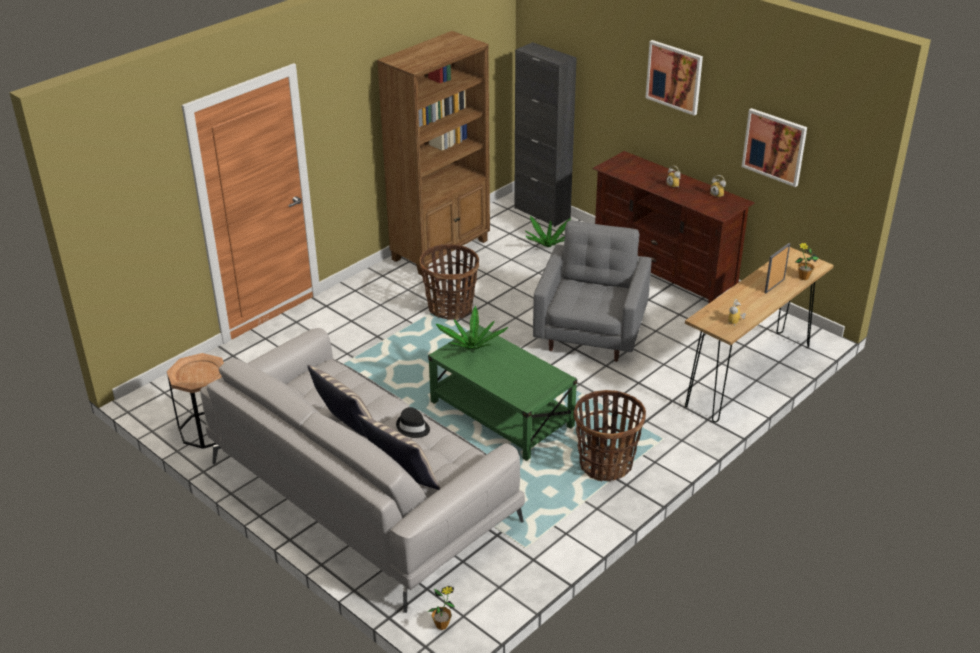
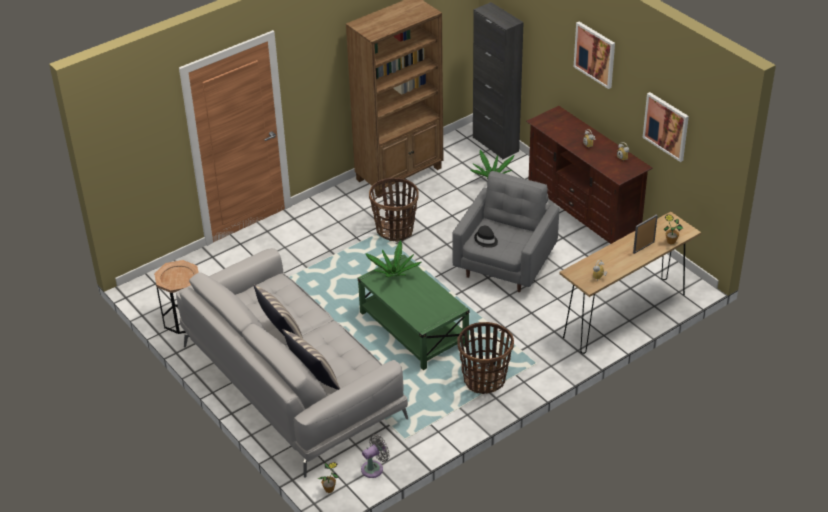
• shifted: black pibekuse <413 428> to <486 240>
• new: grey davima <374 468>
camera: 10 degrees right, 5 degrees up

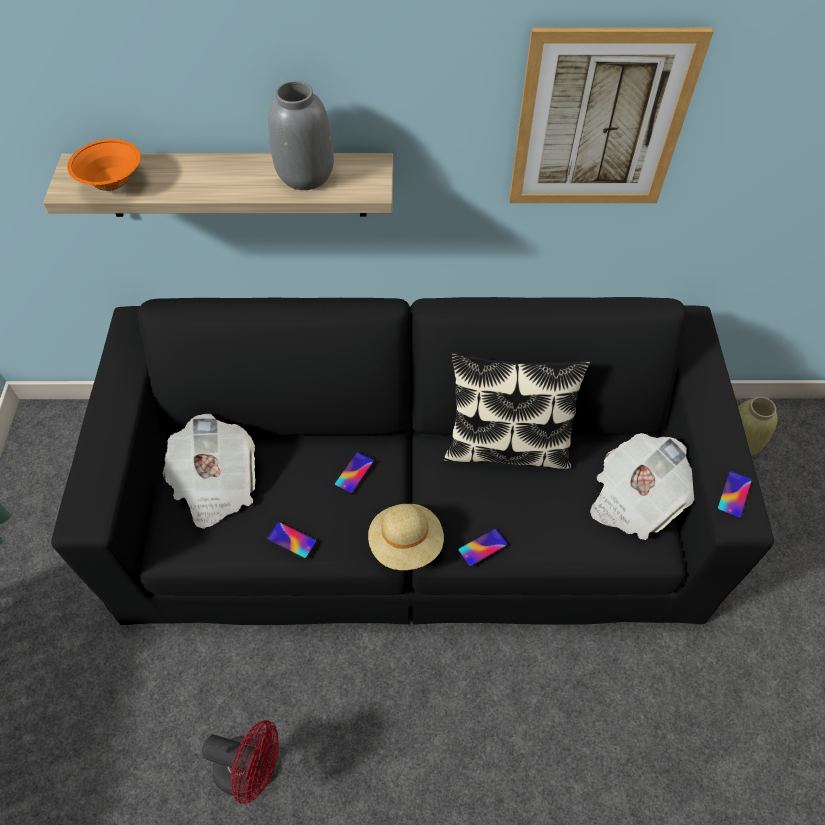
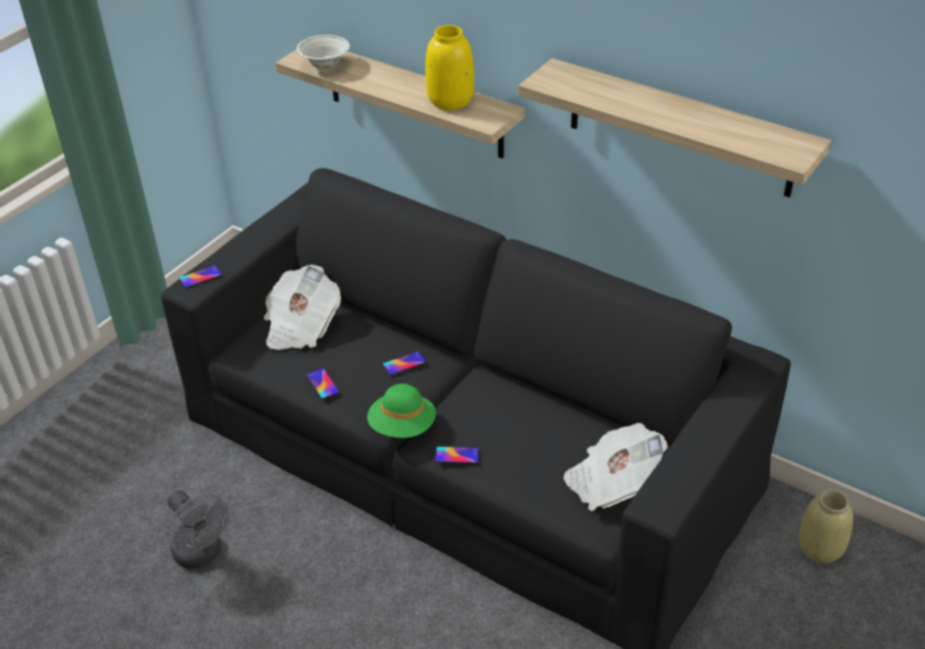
• repainted: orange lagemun <112 183> to white lagemun <325 65>
• repainted: red davima <251 769> to grey davima <201 555>
• repainted: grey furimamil <306 175> to yellow furimamil <450 101>
• repainted: beige pibekuse <406 544> to green pibekuse <402 427>
• gone: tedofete <507 446>
• swapped: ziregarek <600 122> to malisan <680 128>
• shifted: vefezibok <734 494> to <200 277>
camera: 35 degrees right, 15 degrees down

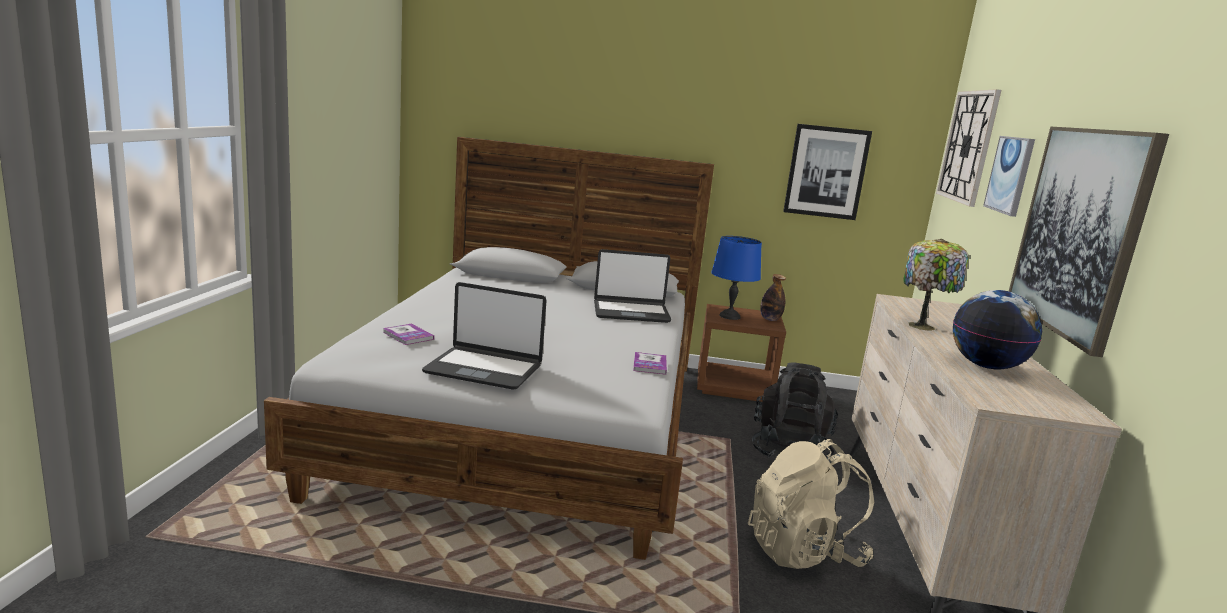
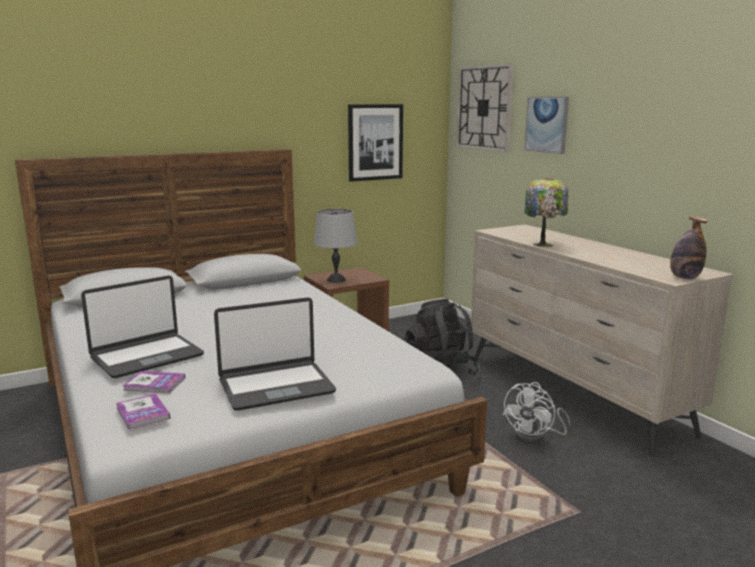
• shifted: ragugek <631 312> to <146 356>
• shifted: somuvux <649 365> to <142 413>
• repainted: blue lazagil <730 316> to grey lazagil <336 280>
• swapped: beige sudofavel <804 552> to white davima <535 436>
• shifted: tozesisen <770 319> to <684 277>
• gone: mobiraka <987 366>
• gone: ziregarek <1079 231>
camera: 35 degrees left, 0 degrees up

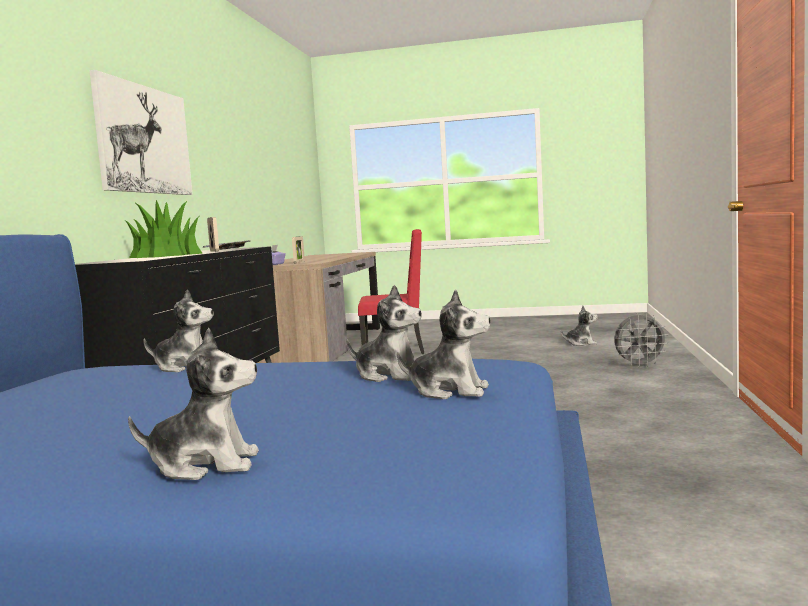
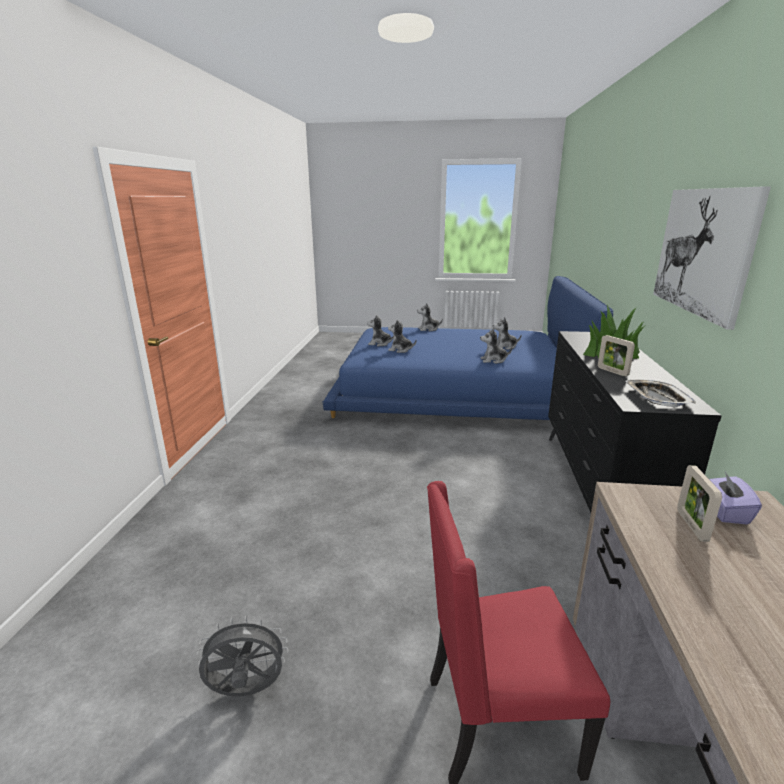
• shifted: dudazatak <580 343> to <504 347>
• shifted: grey davima <640 365> to <246 692>
camera: 175 degrees right, 15 degrees up

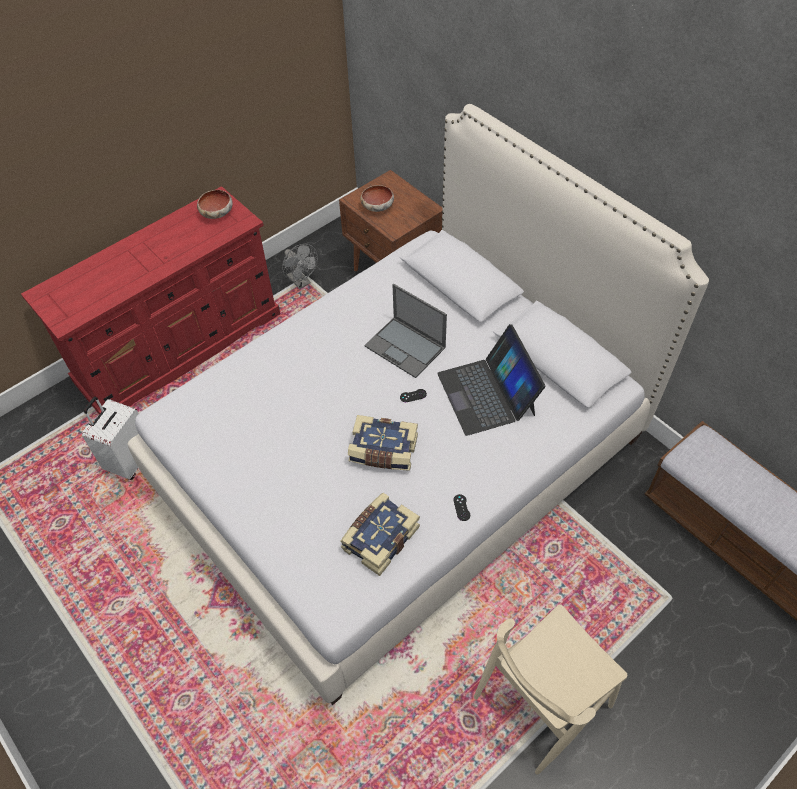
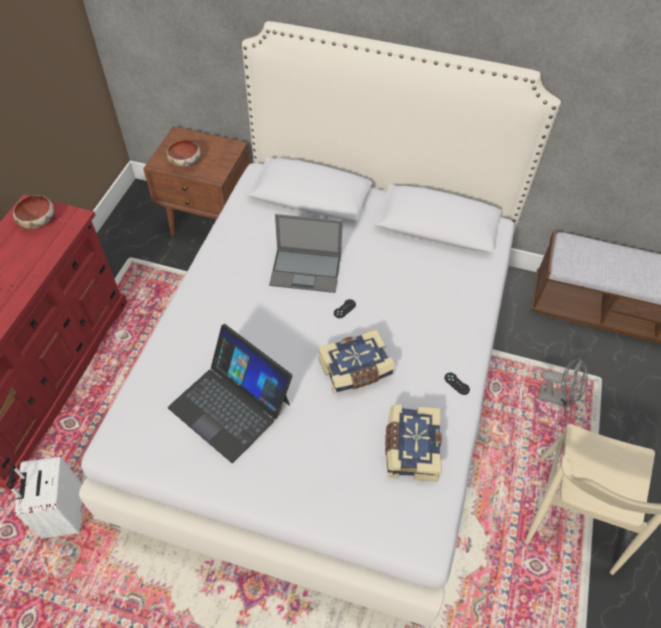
• shifted: grey davima <301 282> to <556 397>
• shifted: ragugek <487 393> to <231 405>
camera: 35 degrees left, 0 degrees up

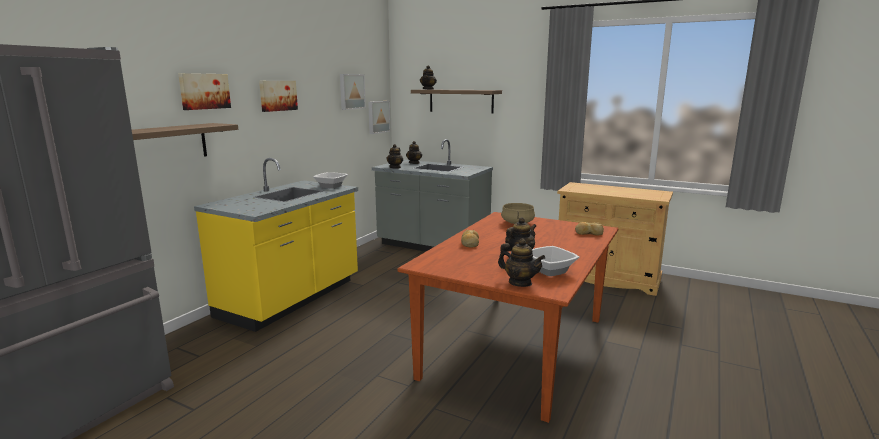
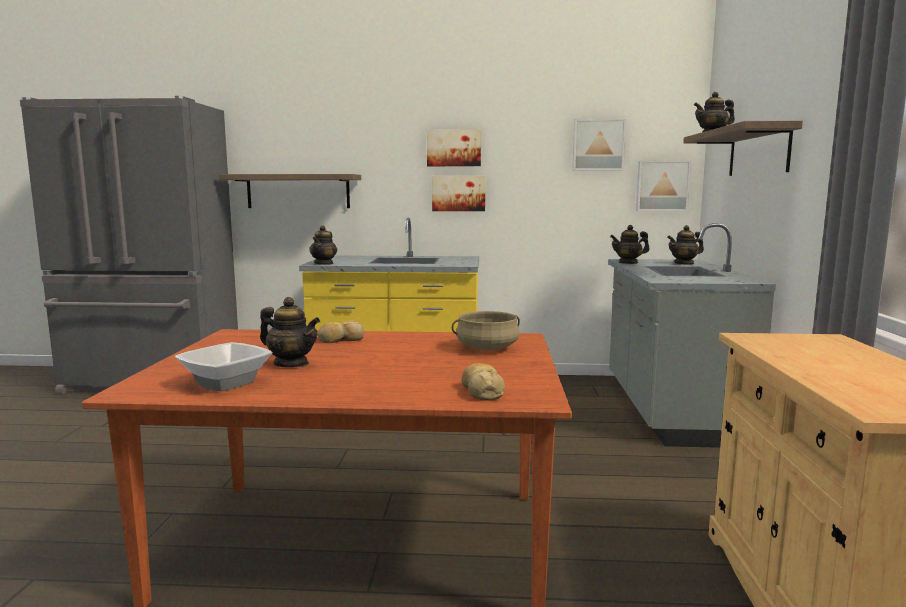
• shifted: ziregarek <204 91> to <458 193>
• gone: lagemun <331 186>
• shifted: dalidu <520 283> to <324 263>
camera: 65 degrees right, 5 degrees down

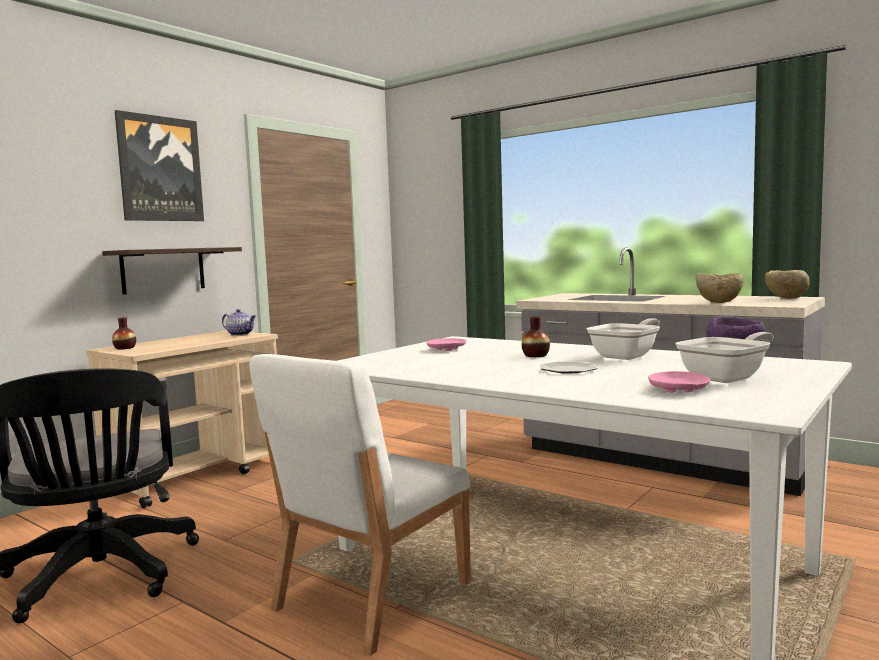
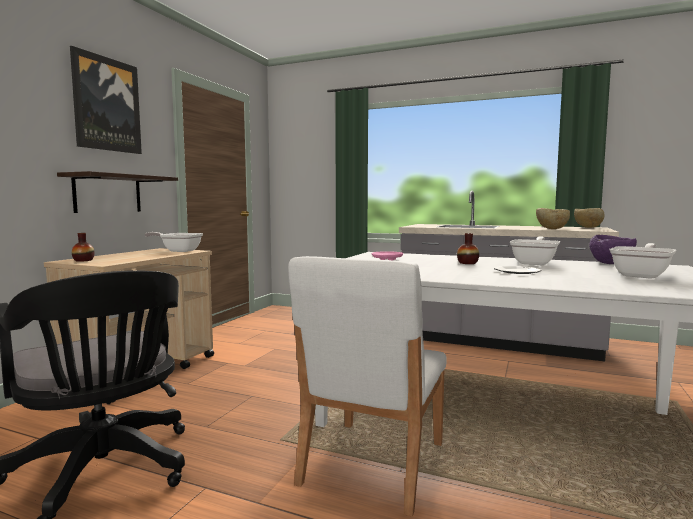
• swapped: dalidu <240 334> to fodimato <178 251>
• gone: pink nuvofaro <678 390>
camera: 15 degrees left, 0 degrees up

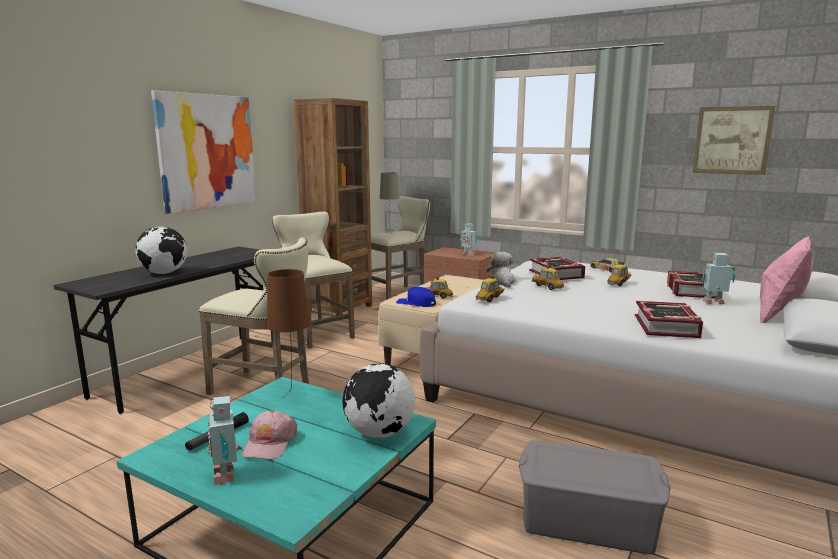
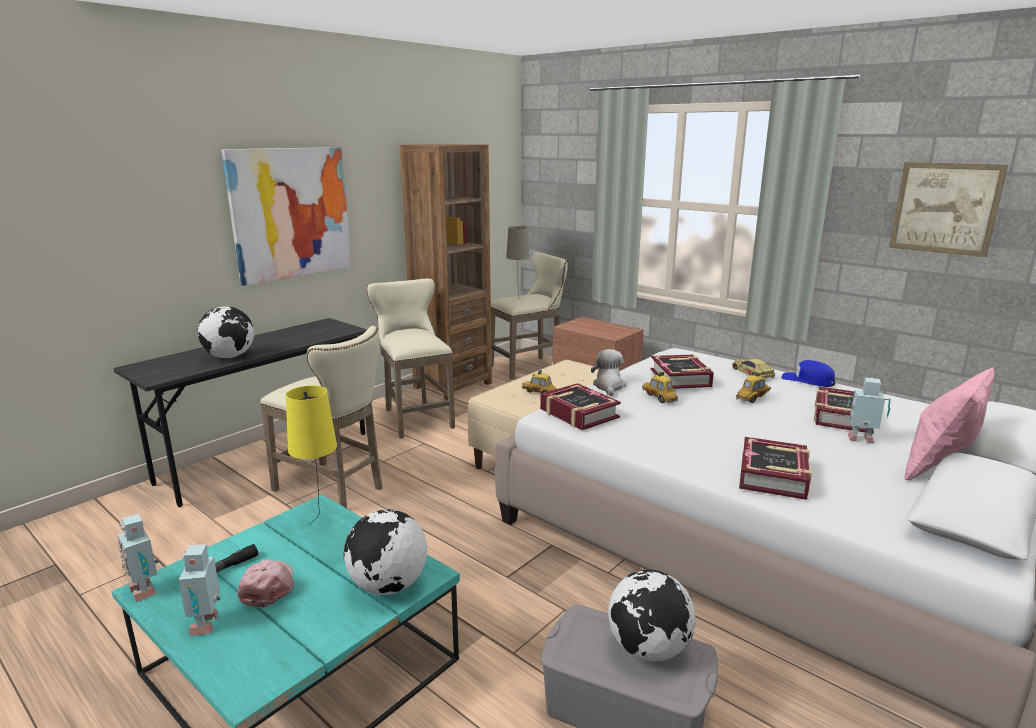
• rotated: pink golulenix <269 443> = <268 586> 150 degrees clockwise
• repainted: brown lazagil <293 395> to yellow lazagil <321 521>
• shifted: blue golulenix <416 303> to <808 380>
• shifted: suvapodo <468 254> to <145 590>
• swapped: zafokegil <490 299> to somuvux <578 413>
• new: mobiraka <648 649>
camera: 10 degrees right, 5 degrees up

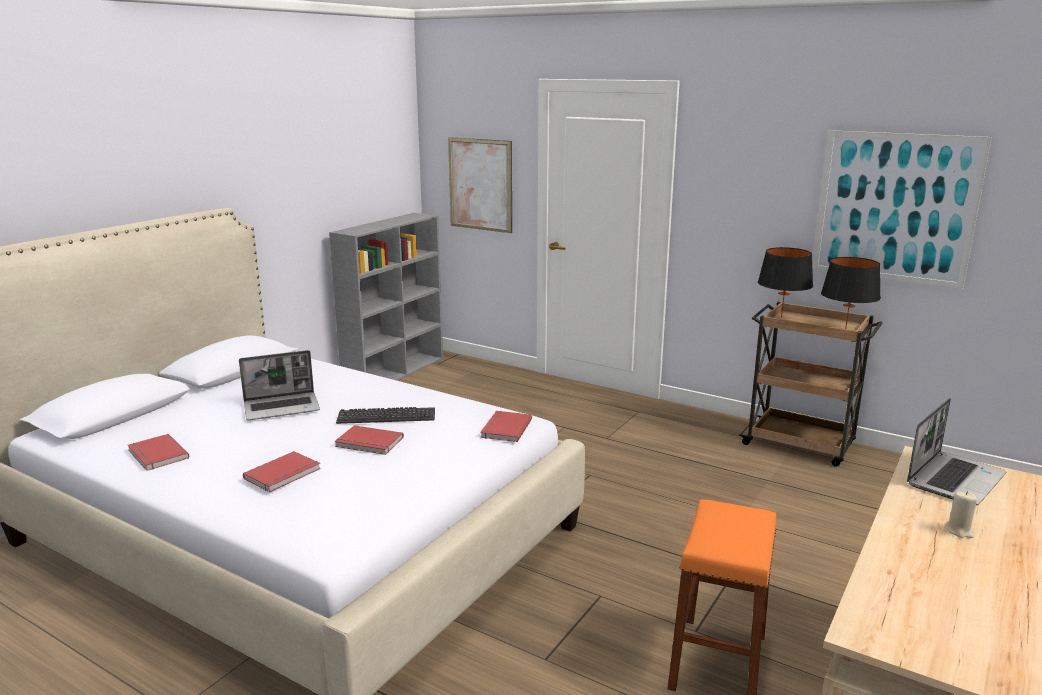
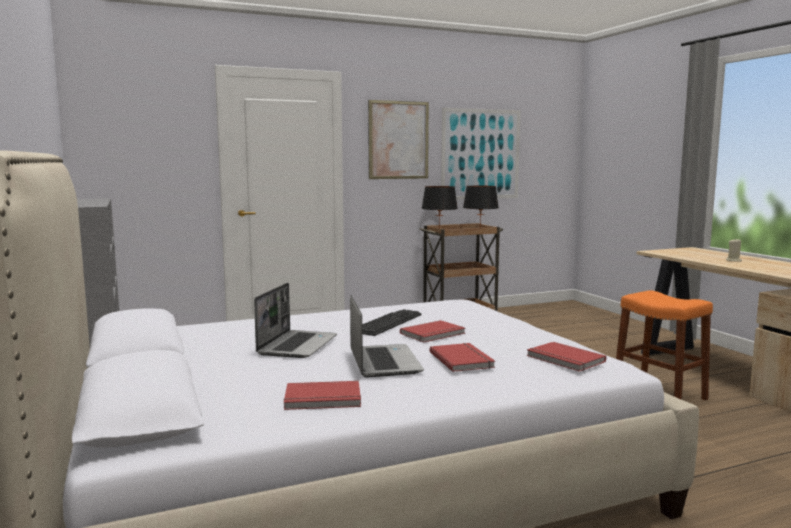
• shifted: ziregarek <480 185> to <398 140>
• shifted: red somuvux <504 428> to <564 359>
• shifted: ragugek <954 479> to <383 362>
camera: 55 degrees left, 10 degrees down

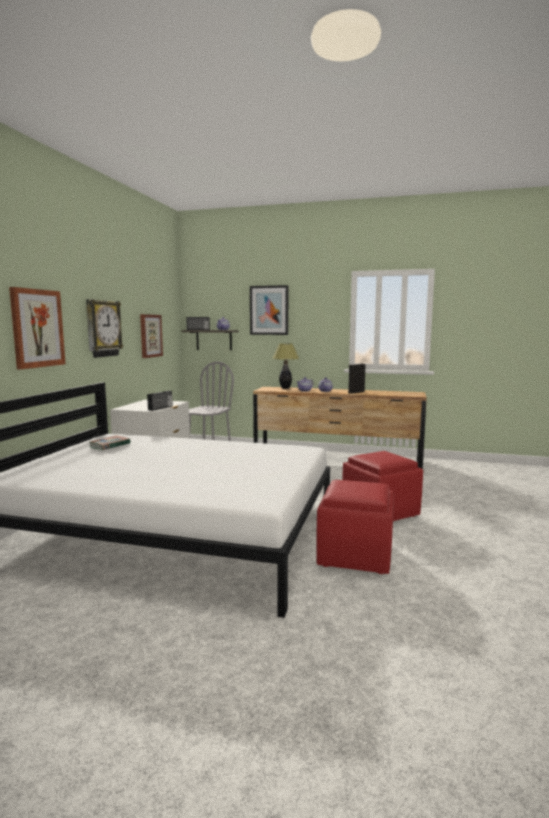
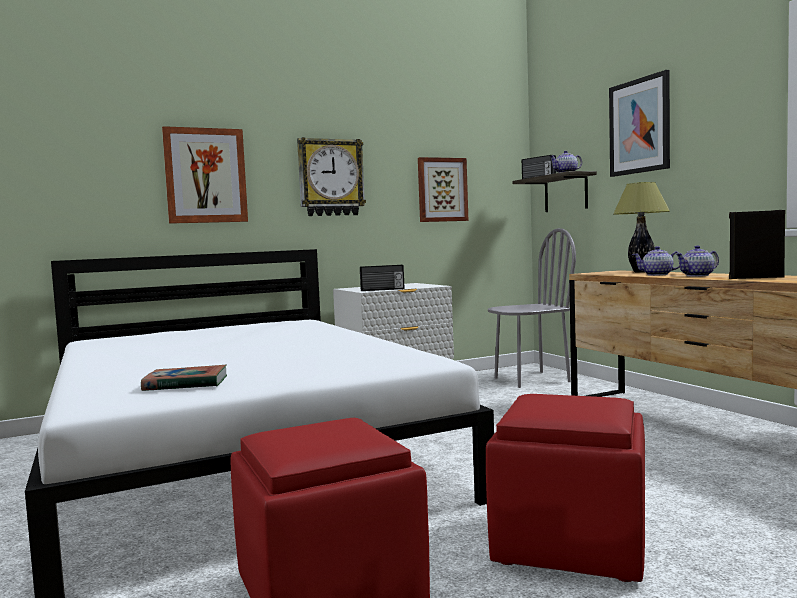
• shifted: somuvux <110 445> to <186 384>
camera: 50 degrees right, 5 degrees down

